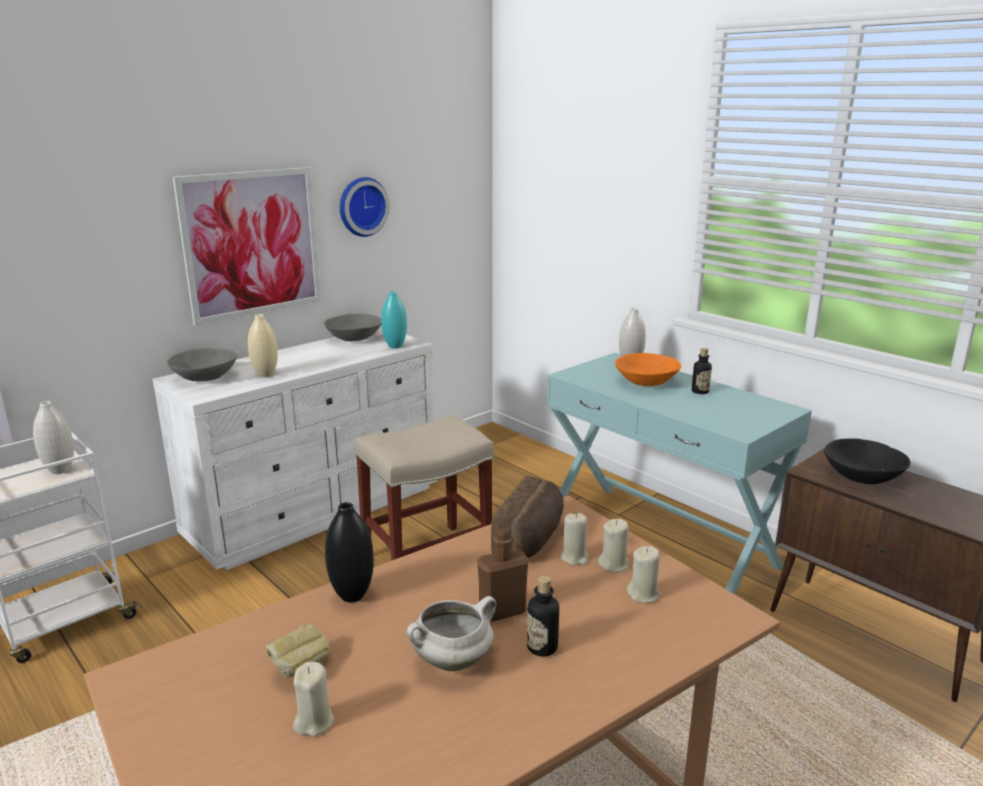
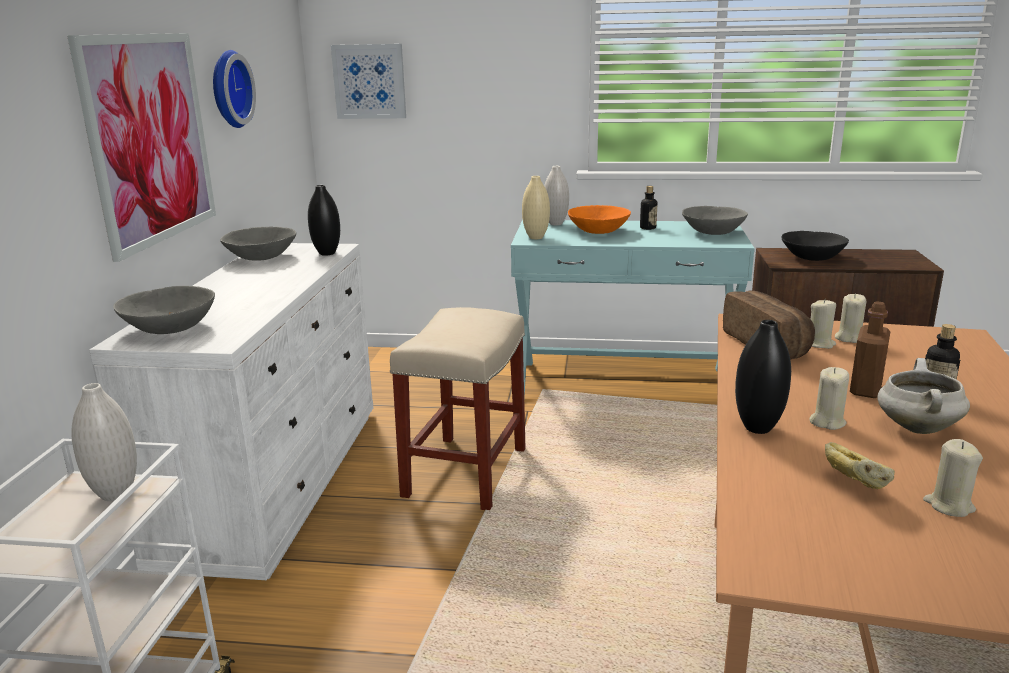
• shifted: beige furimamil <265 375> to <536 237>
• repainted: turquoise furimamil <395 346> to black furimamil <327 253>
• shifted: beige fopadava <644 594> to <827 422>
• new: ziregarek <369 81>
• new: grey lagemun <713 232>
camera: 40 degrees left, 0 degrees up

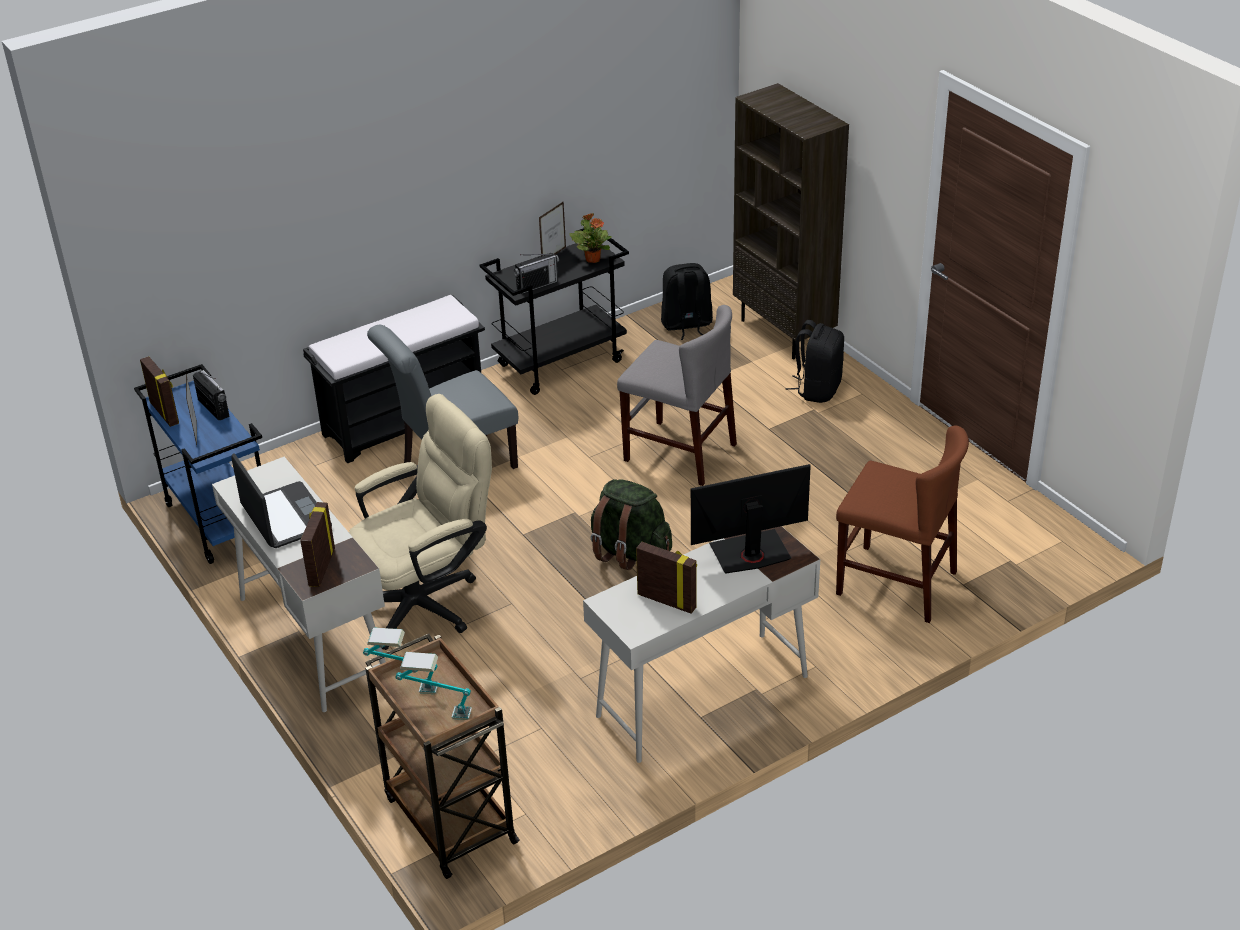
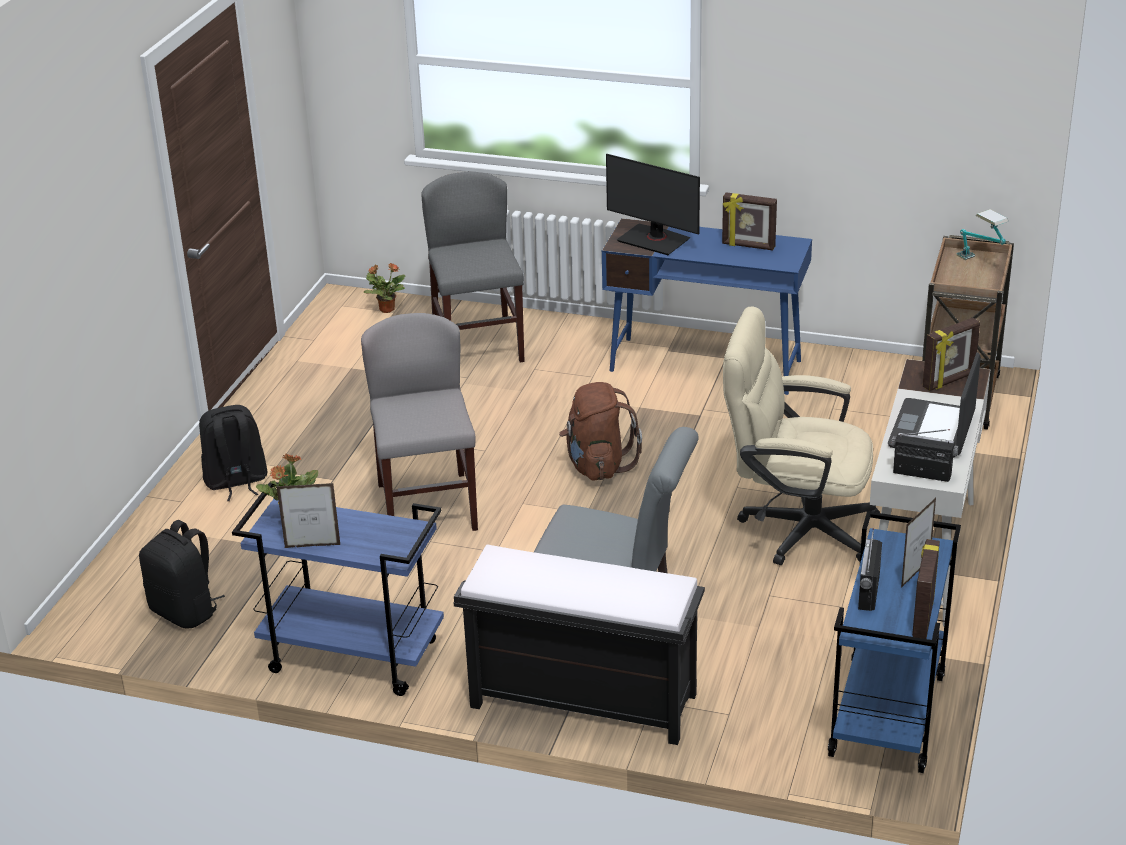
• gone: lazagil <403 686>
• repainted: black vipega <561 362> to blue vipega <351 657>
• shifted: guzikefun <537 285> to <921 474>
• repainted: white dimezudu <701 696> to blue dimezudu <706 365>
• repainted: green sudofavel <629 551> to brown sudofavel <597 466>
• rotated: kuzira <667 600> = <748 246> 60 degrees counterclockwise
• gone: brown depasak <785 333>
• repainted: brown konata <896 583> to grey konata <478 345>
• new: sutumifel <386 309>
camera: 130 degrees left, 5 degrees down

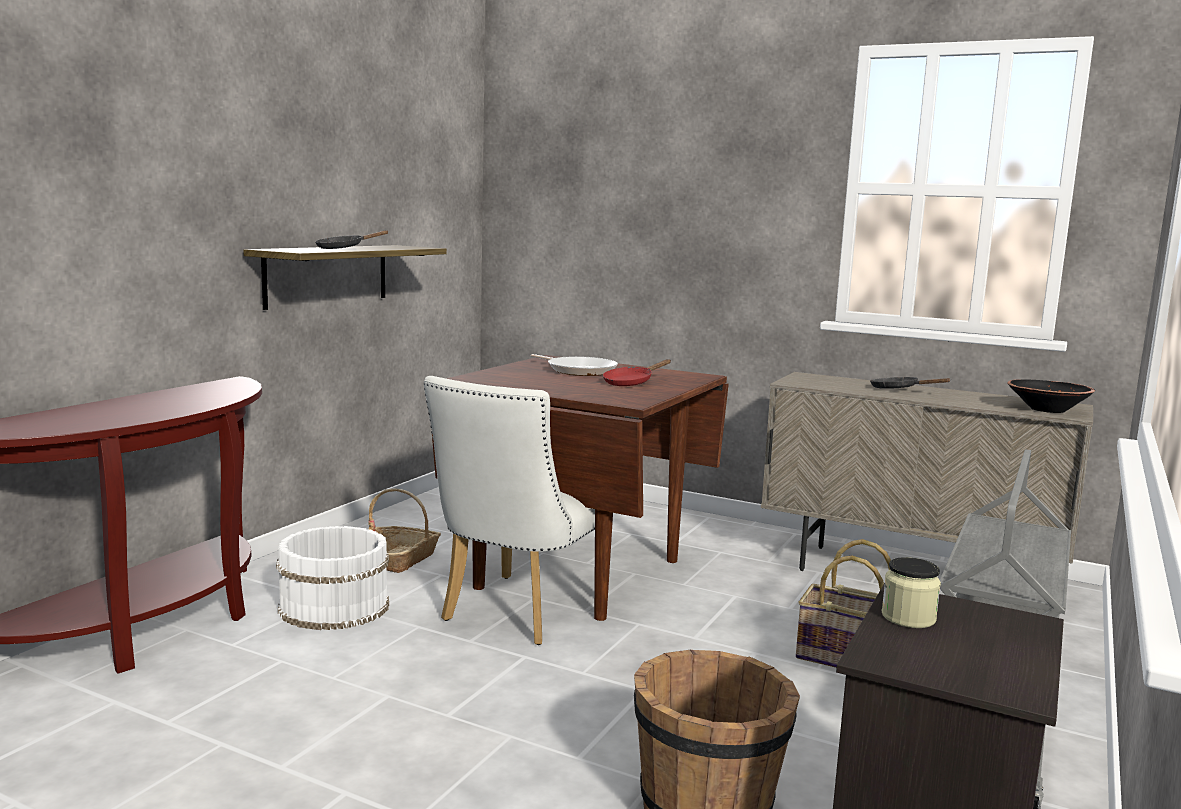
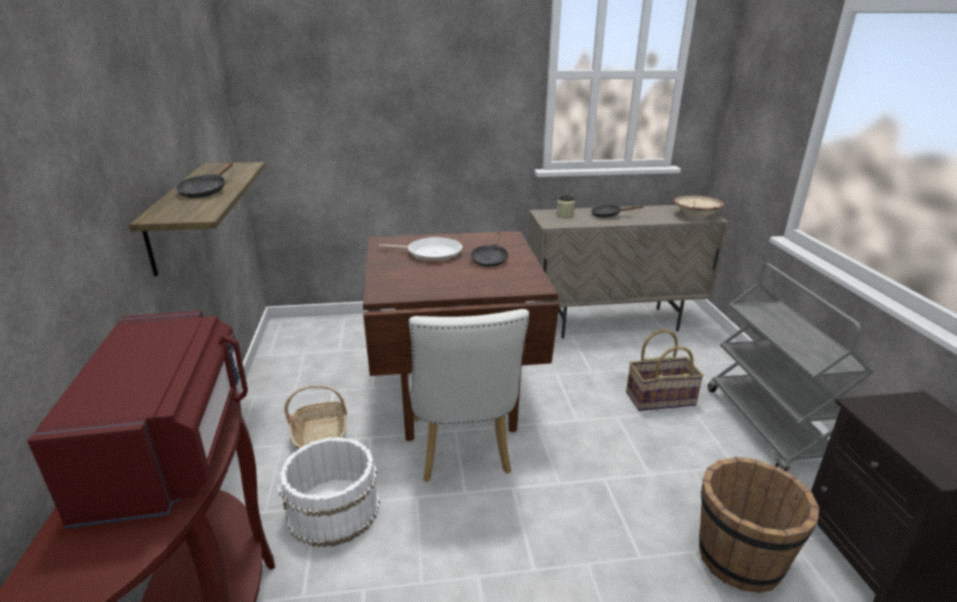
• repainted: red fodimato <631 383> to black fodimato <490 259>
• shifted: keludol <908 617> to <565 215>
• repainted: black lagemun <1047 410> to beige lagemun <696 215>
• new: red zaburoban <172 447>
camera: 35 degrees left, 15 degrees up

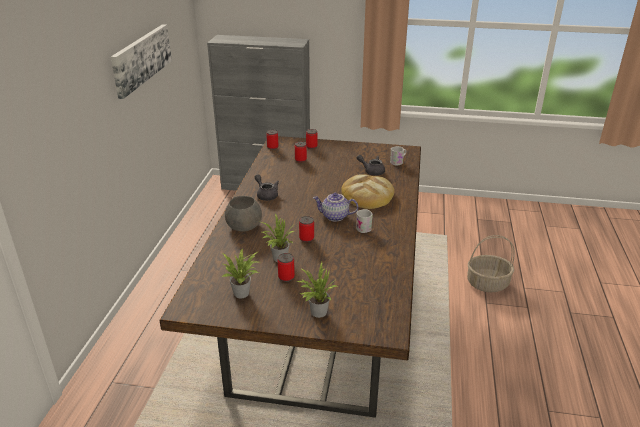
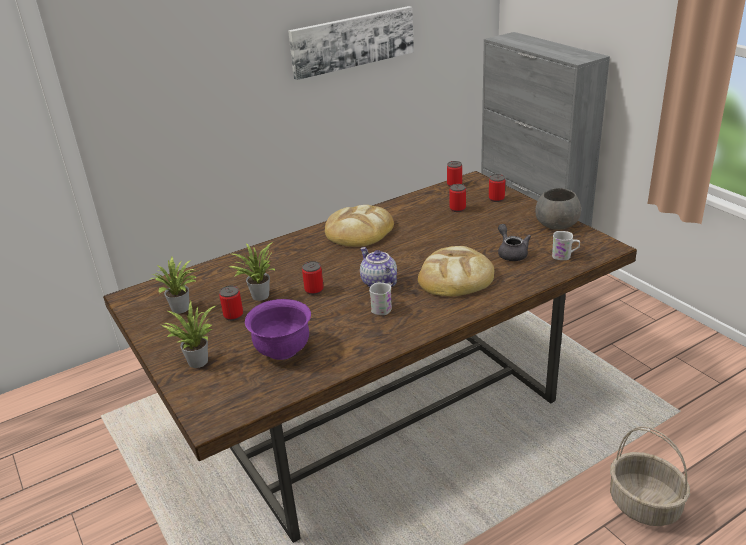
• shifted: grey lagemun <244 226> to <556 224>
• swapped: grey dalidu <266 195> to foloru <359 231>
• new: purple lagemun <283 350>
camera: 50 degrees right, 0 degrees up

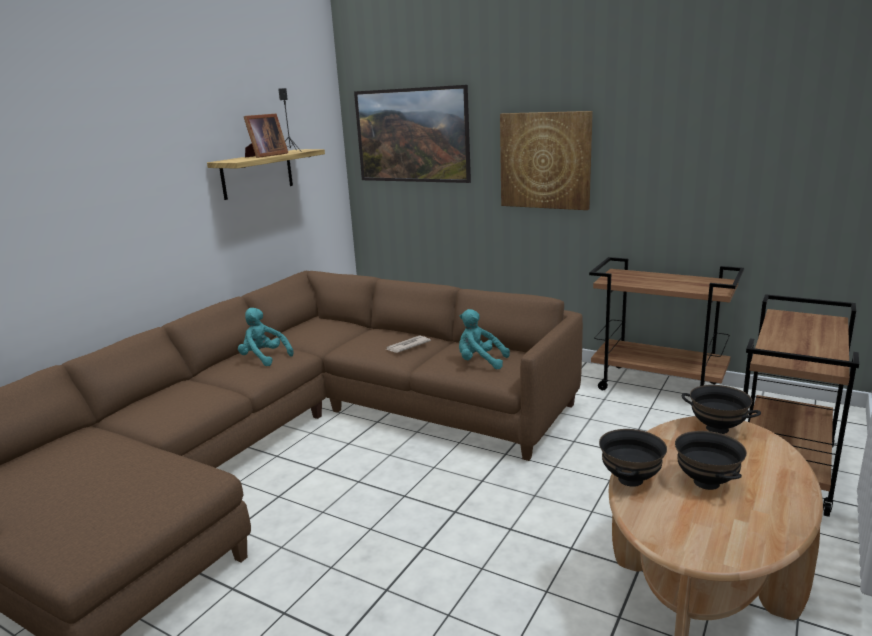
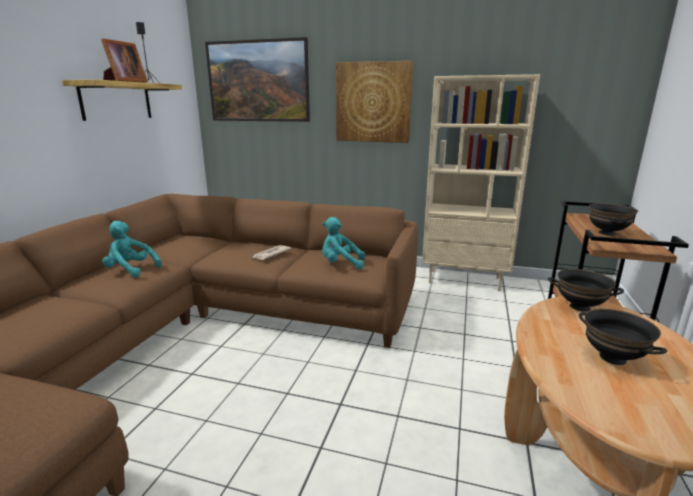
• swapped: brown vipega <659 386> to beige depasak <464 280>
• shifted: black lagemun <629 479> to <606 233>
camera: 15 degrees left, 0 degrees up

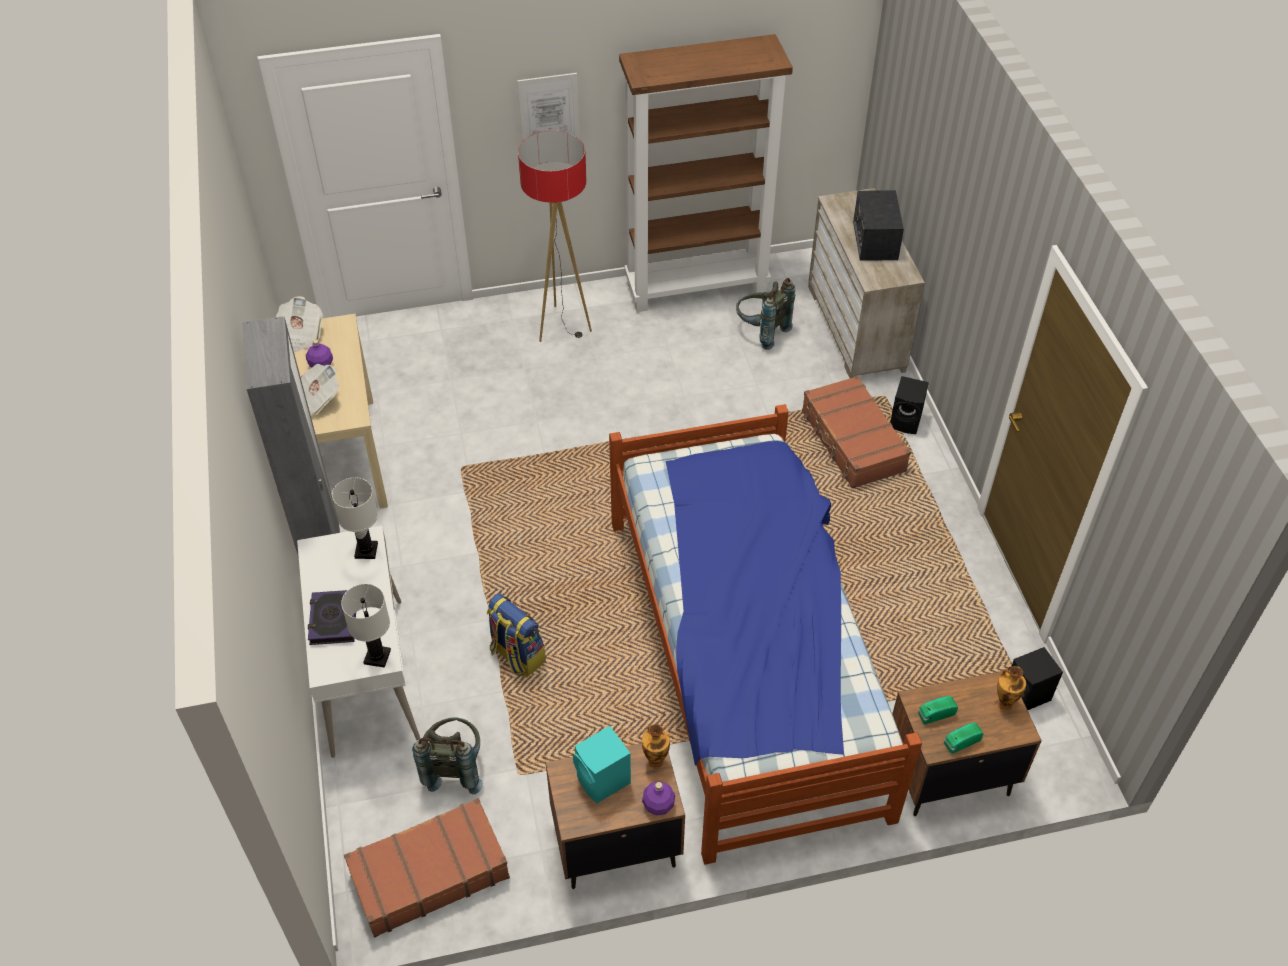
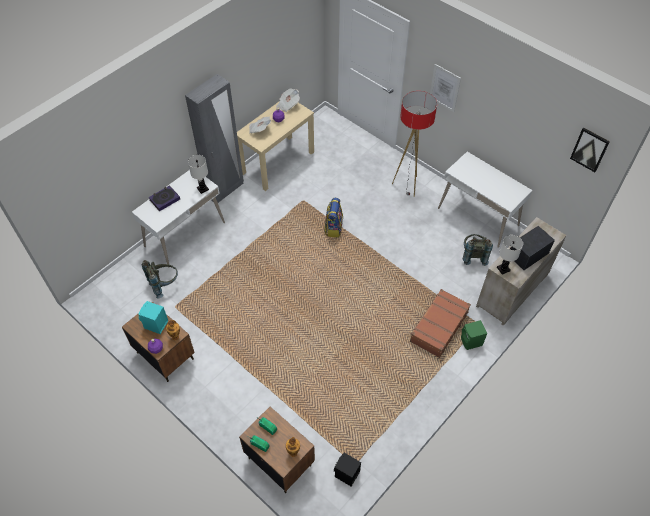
• shifted: white lazagil <377 657> to <503 269>
• gone: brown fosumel <428 874>
• shifted: sudofavel <516 655> to <333 228>
• gone: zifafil <745 660>
• swapped: brown depasak <697 286> to white dimezudu <478 217>
• repainted: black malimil <906 421> to green malimil <471 342>
• new: ziregarek <590 149>
camera: 55 degrees right, 5 degrees up

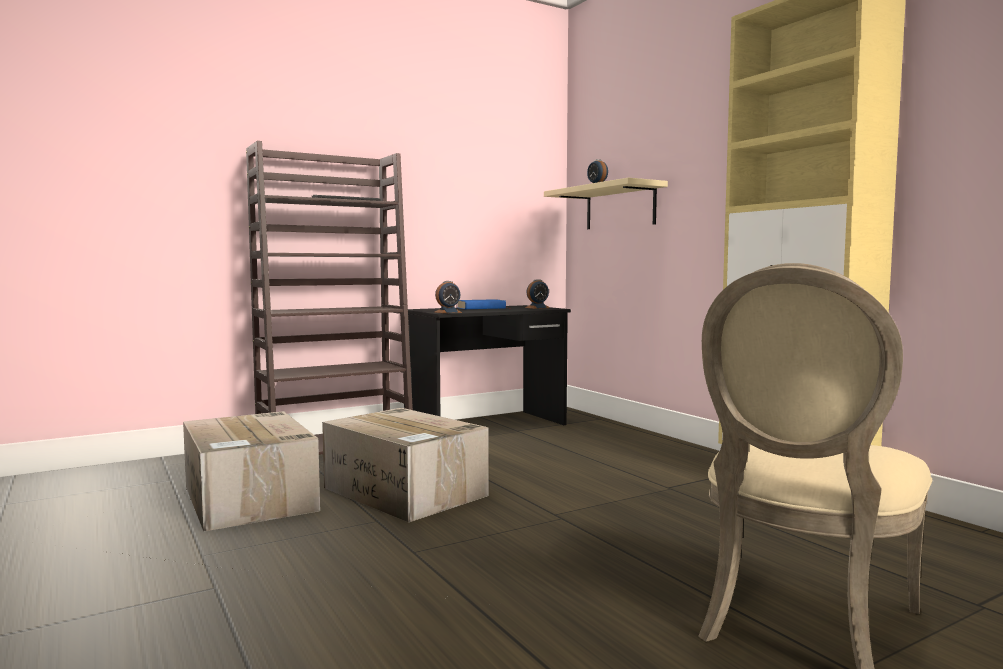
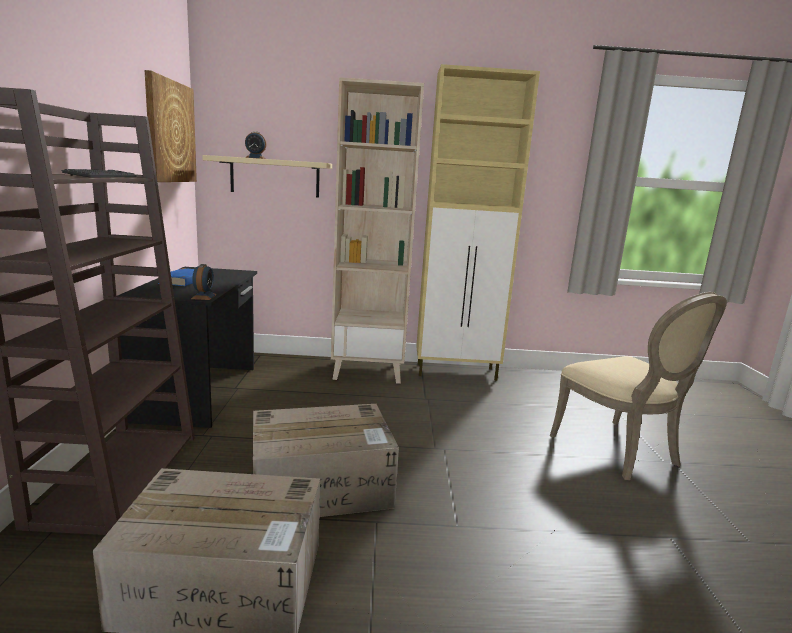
• gone: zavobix <537 307>
• new: ziregarek <170 132>
• new: beige depasak <368 370>
camera: 60 degrees left, 10 degrees up

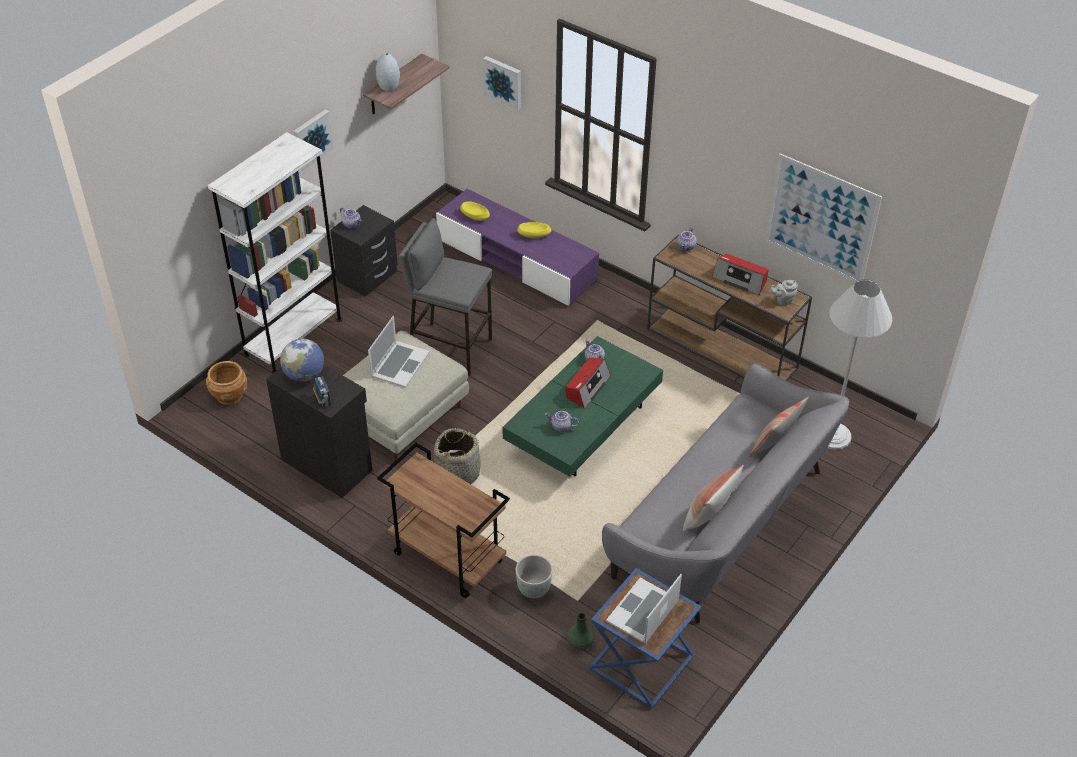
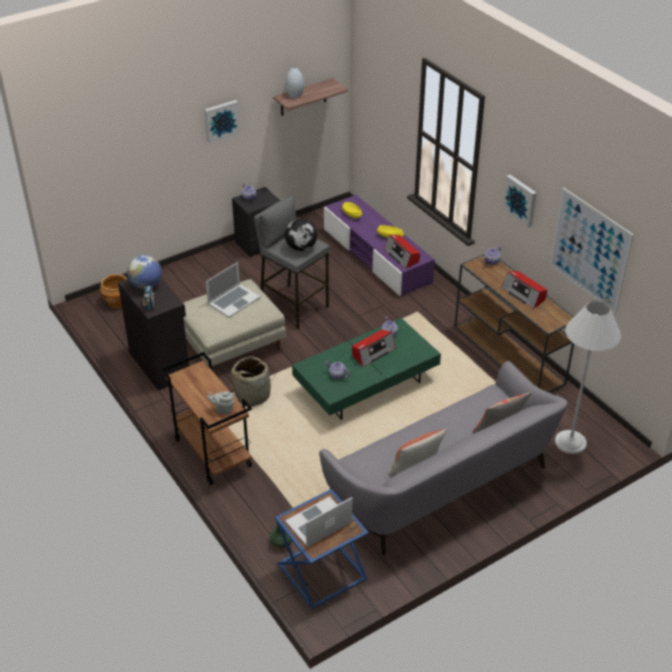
• gone: white depasak <293 337>
• shifted: ziregarek <503 81> to <521 200>
• gone: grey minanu <533 588>
• shifted: grey dalidu <783 300> to <223 409>
• new: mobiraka <301 247>
• new: guzikefun <402 256>
camera: 20 degrees right, 5 degrees down

